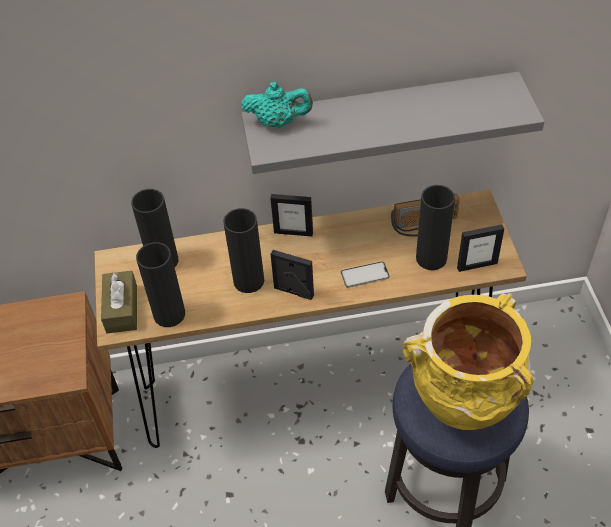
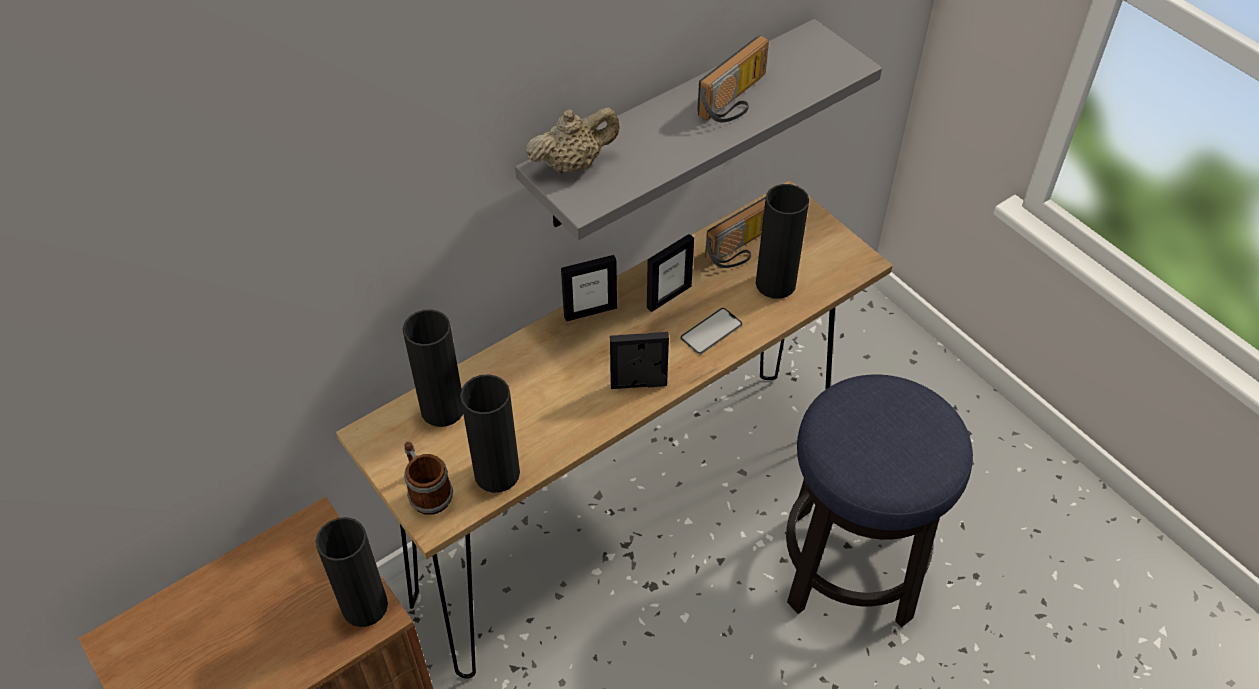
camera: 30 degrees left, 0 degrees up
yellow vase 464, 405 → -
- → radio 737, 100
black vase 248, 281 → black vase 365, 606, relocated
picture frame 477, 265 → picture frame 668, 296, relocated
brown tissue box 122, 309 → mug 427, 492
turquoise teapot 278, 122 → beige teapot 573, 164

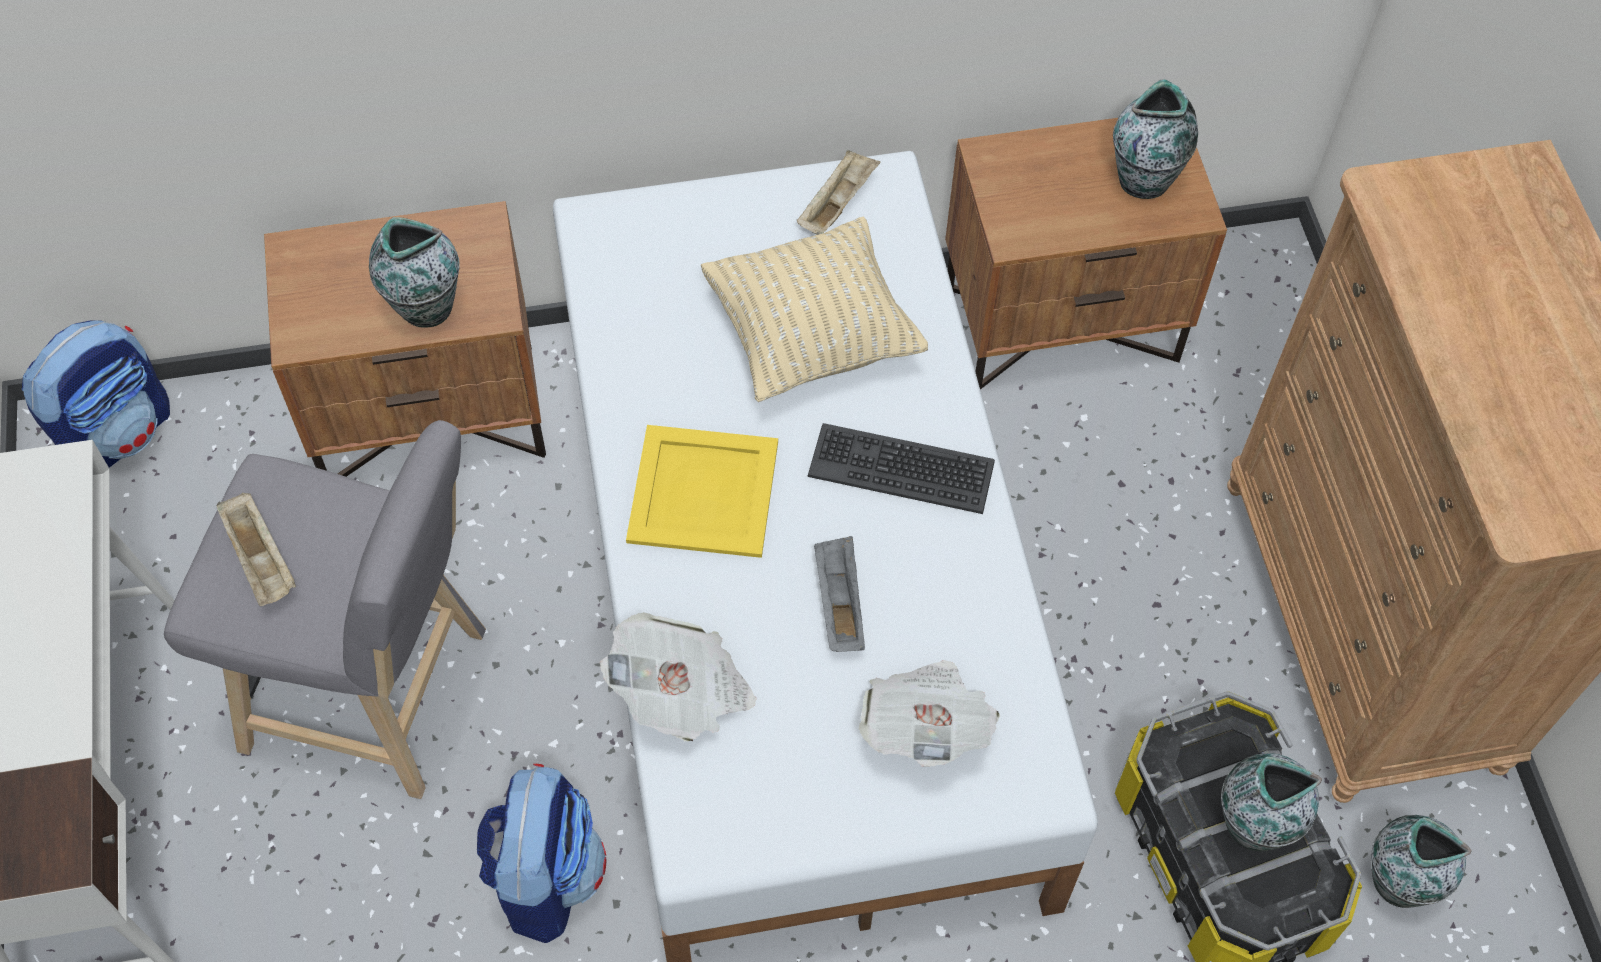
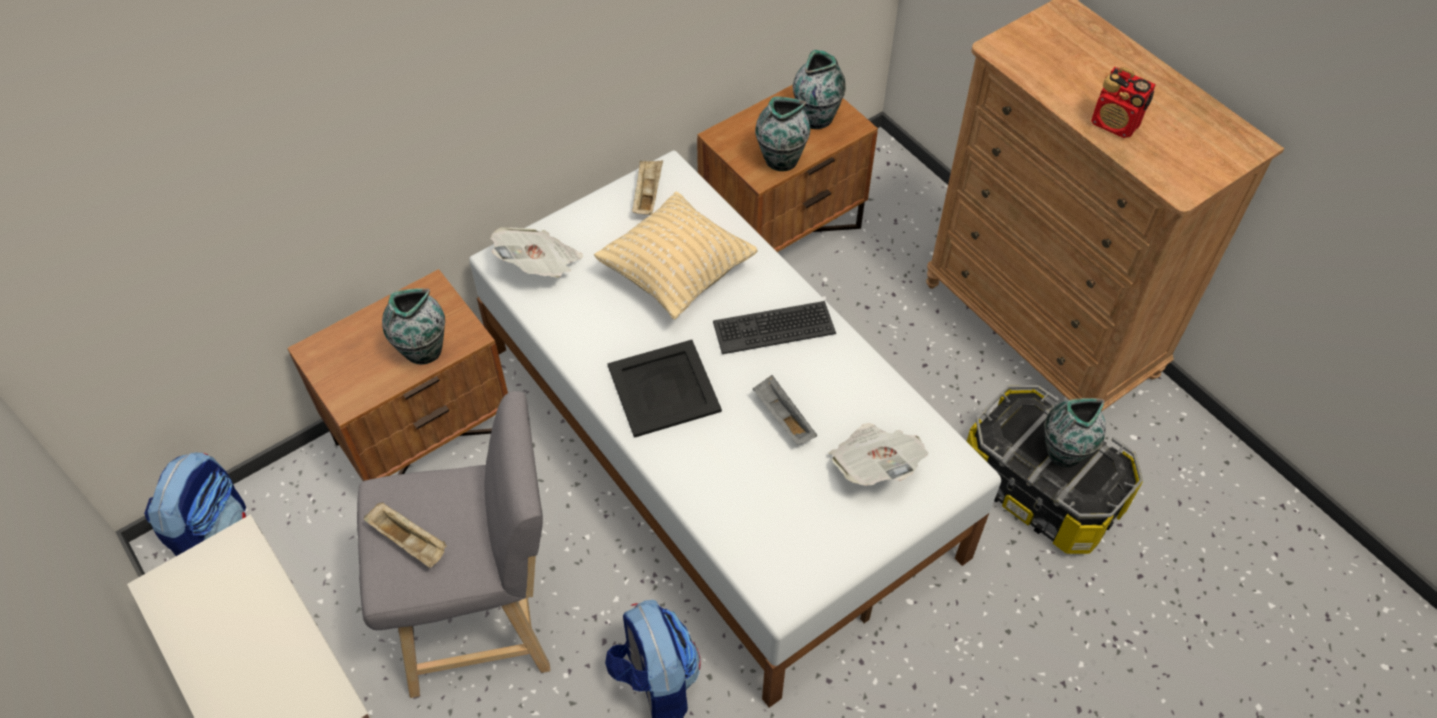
camera: 25 degrees left, 5 degrees down
- → radio 1115, 124
newspaper 682, 693 → newspaper 540, 266, relocated
vase 1397, 882 → vase 780, 160, relocated
yellow tray 704, 490 → black tray 664, 387

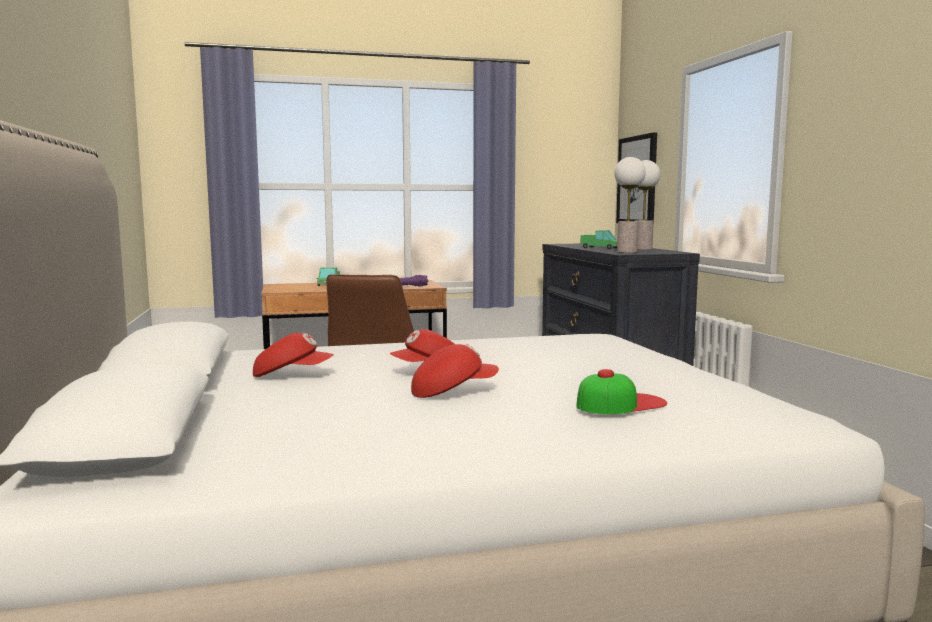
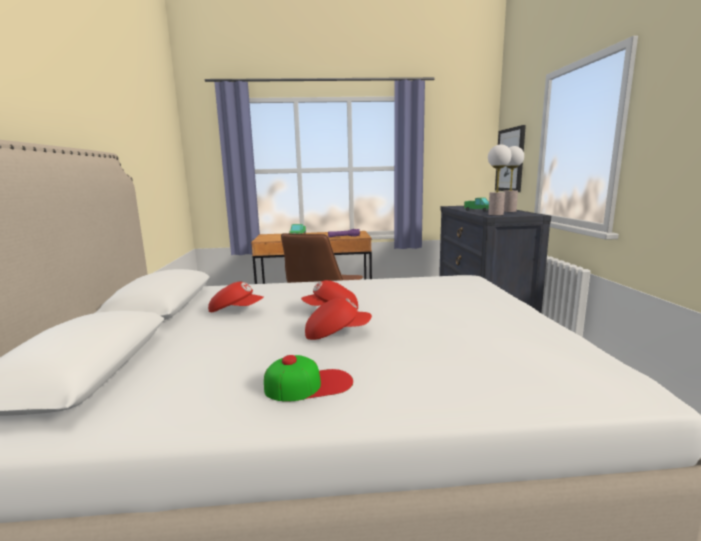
camera: 10 degrees right, 5 degrees up
cap 621, 403 → cap 309, 384, relocated

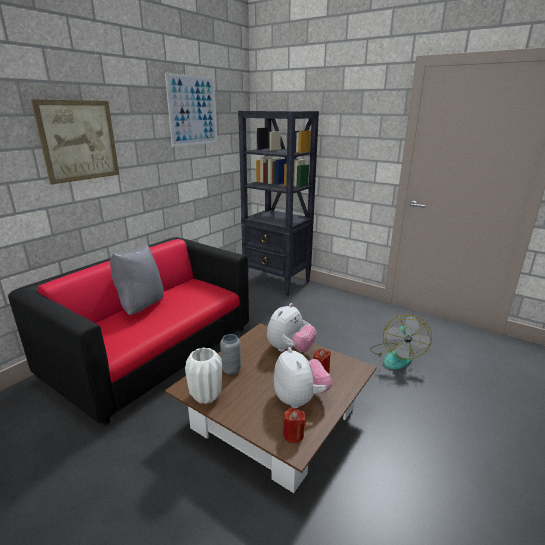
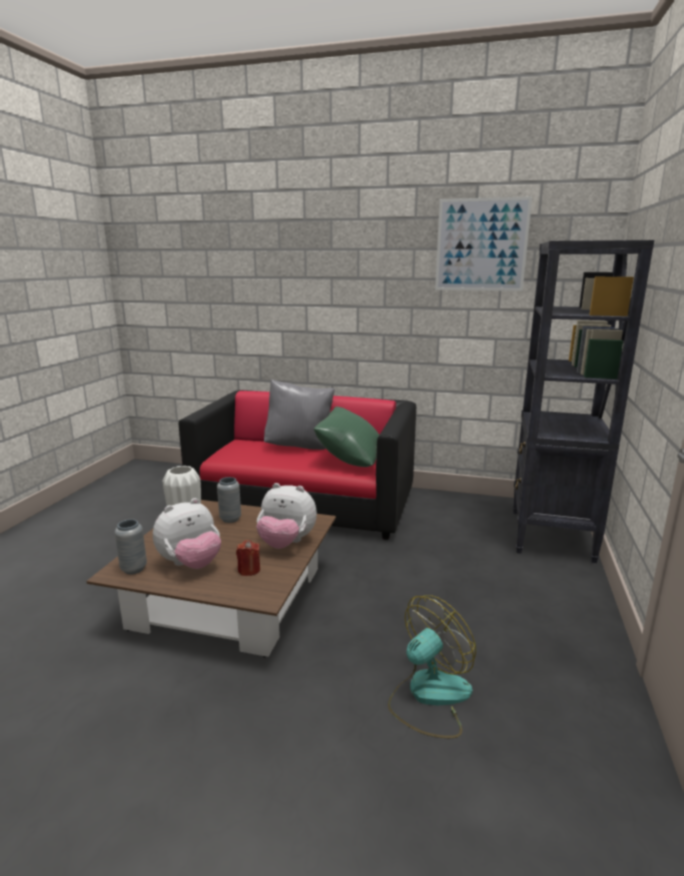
camera: 70 degrees right, 5 degrees down
picture 79, 141 → -
- → green pillow 351, 460
red candle 293, 434 → grey vase 134, 569
fan 396, 356 → fan 429, 696, 150 degrees clockwise

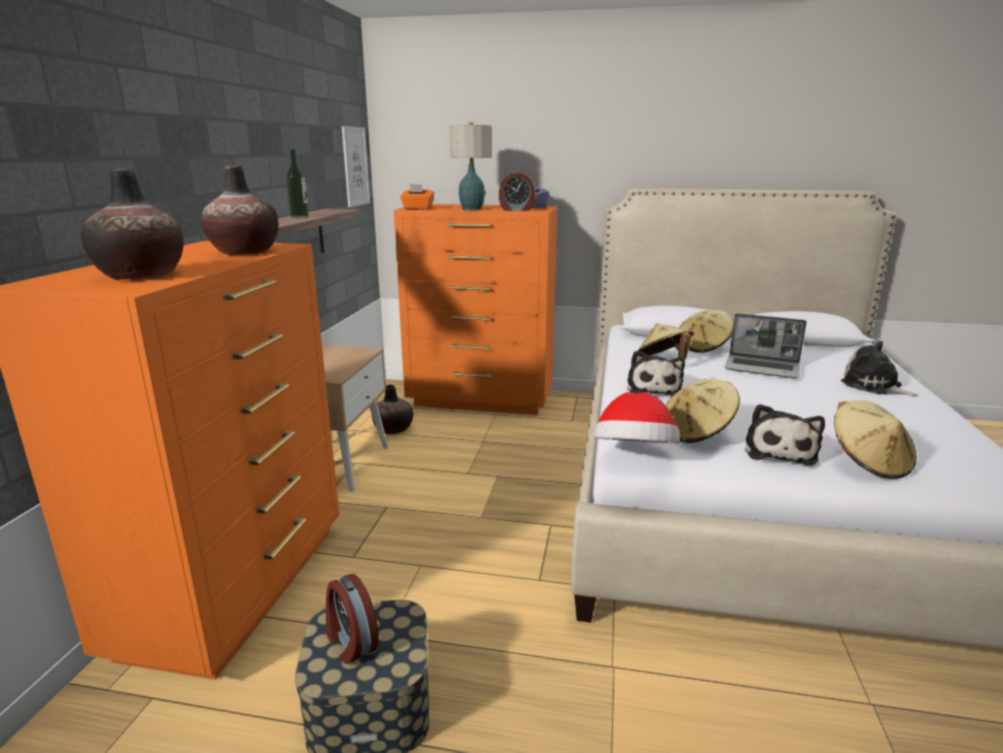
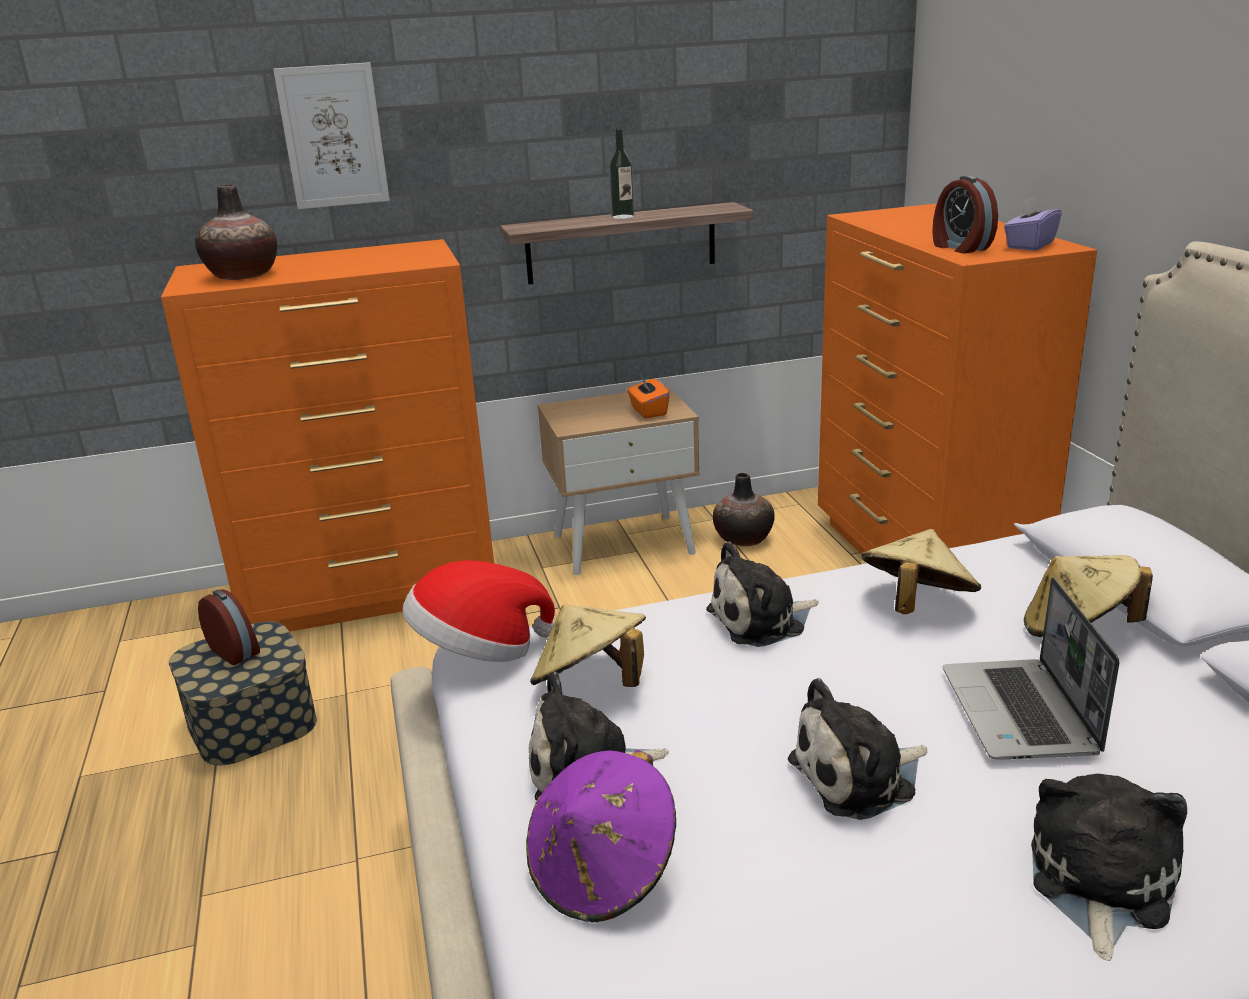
camera: 65 degrees right, 5 degrees up
vase 244, 252 → -
table lamp 472, 209 → -
- → plush toy 859, 777
picture 355, 166 → picture 333, 136, relocated
orange tissue box 417, 208 → orange tissue box 648, 411, relocated
beige hat 868, 462 → purple hat 603, 872
alarm clock 350, 642 → alarm clock 235, 651, 105 degrees clockwise

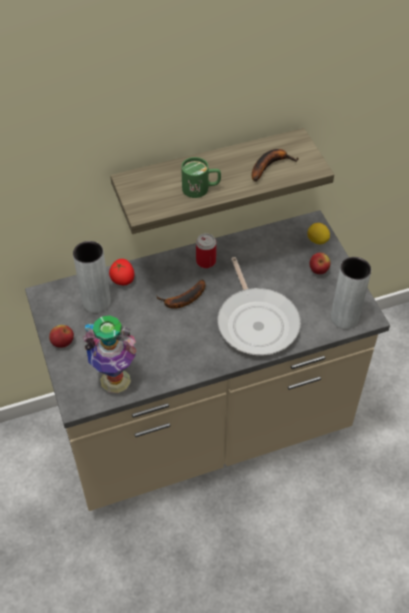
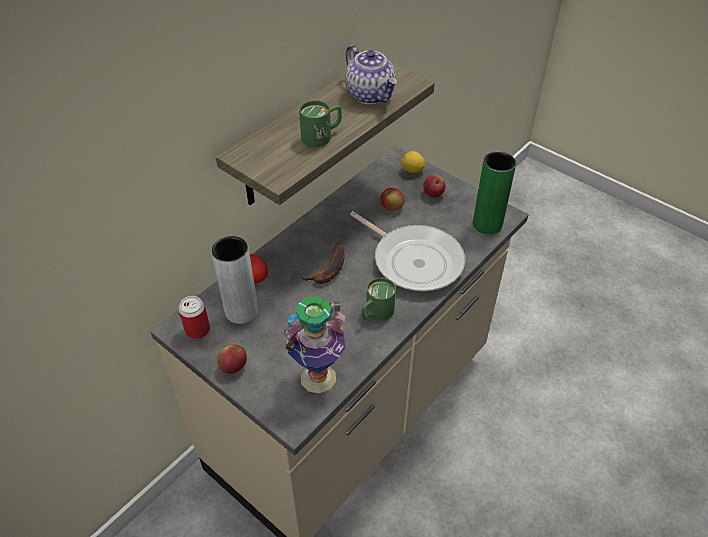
camera: 30 degrees left, 5 degrees down
- → green mug 375, 313
- → apple 392, 208
can 206, 261 → can 197, 330, relocated
banana 270, 166 → teapot 371, 95
grey vase 344, 318 → green vase 487, 224

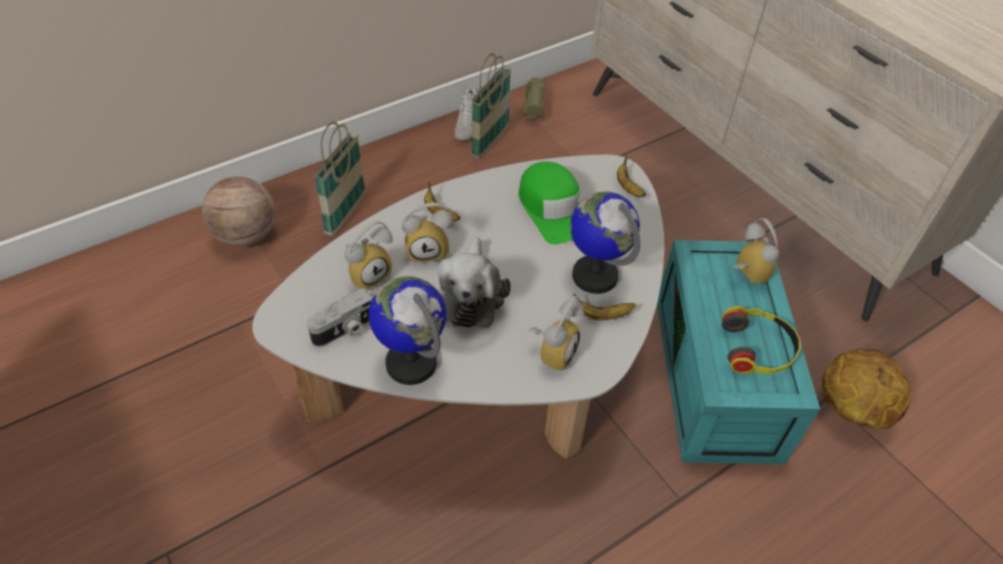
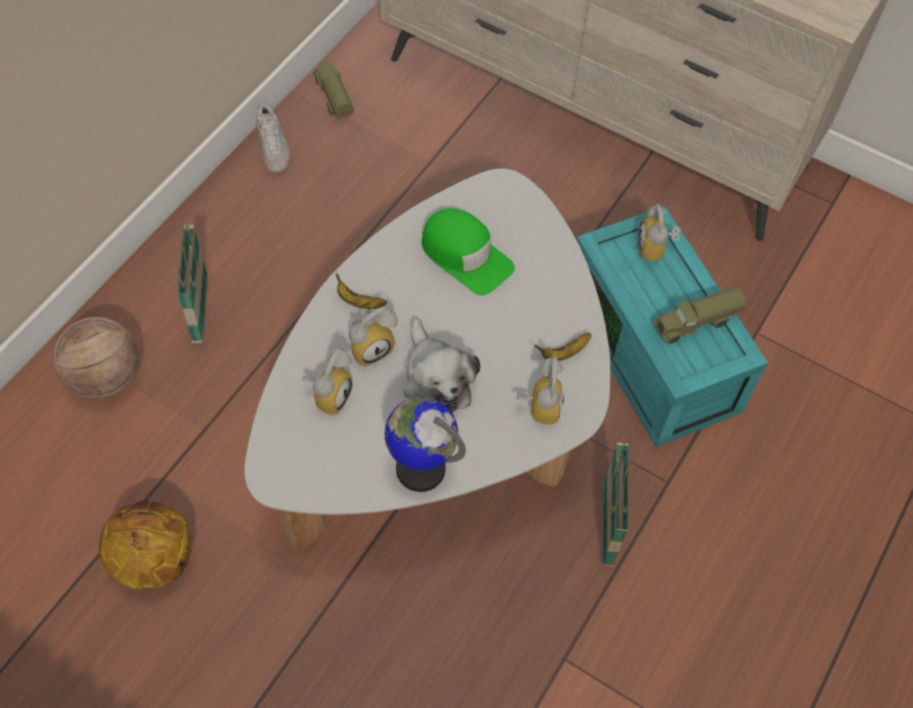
camera: 25 degrees left, 10 degrees up
photo camera 346, 329 → -
globe 595, 275 → -
banana 627, 187 → -
basket 490, 142 → basket 607, 525, relocated
basketball 850, 409 → basketball 152, 560, relocated
headphones 757, 348 → toy truck 696, 324
alarm clock 744, 274 → alarm clock 656, 250, 135 degrees counterclockwise

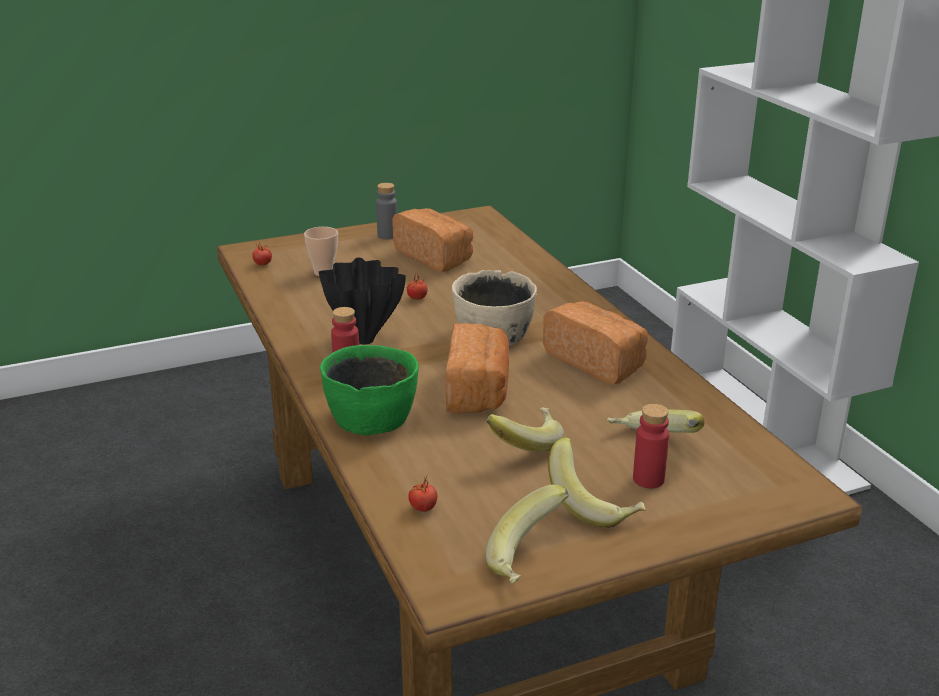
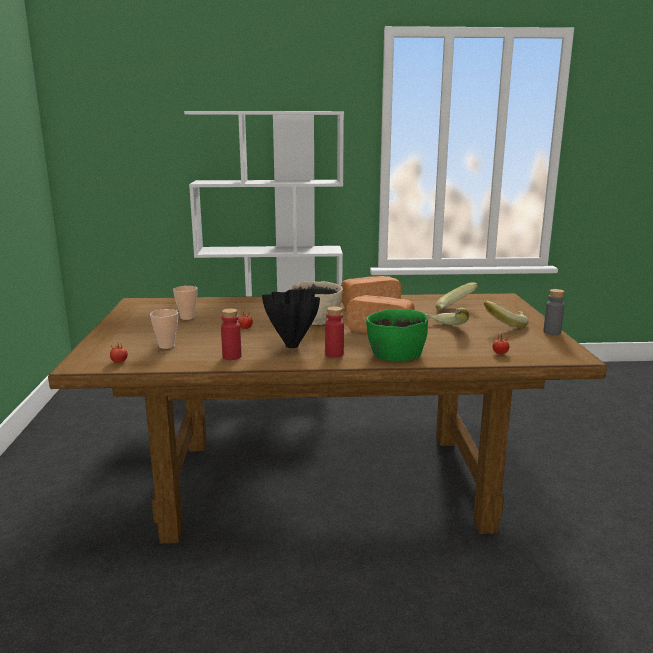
camera: 70 degrees left, 10 degrees down
banana 529, 559 → -
grey bottle 387, 235 → grey bottle 552, 332, relocated
red bottle 648, 479 → red bottle 232, 357, relocated
bread 435, 257 → cup 187, 318

